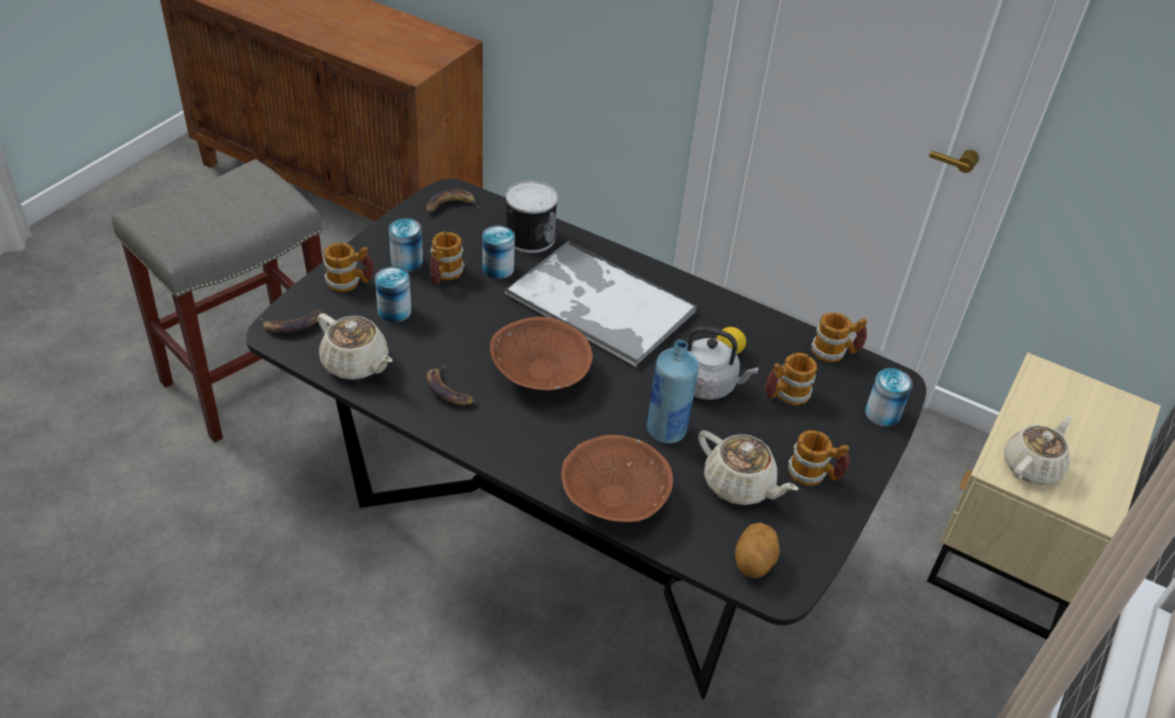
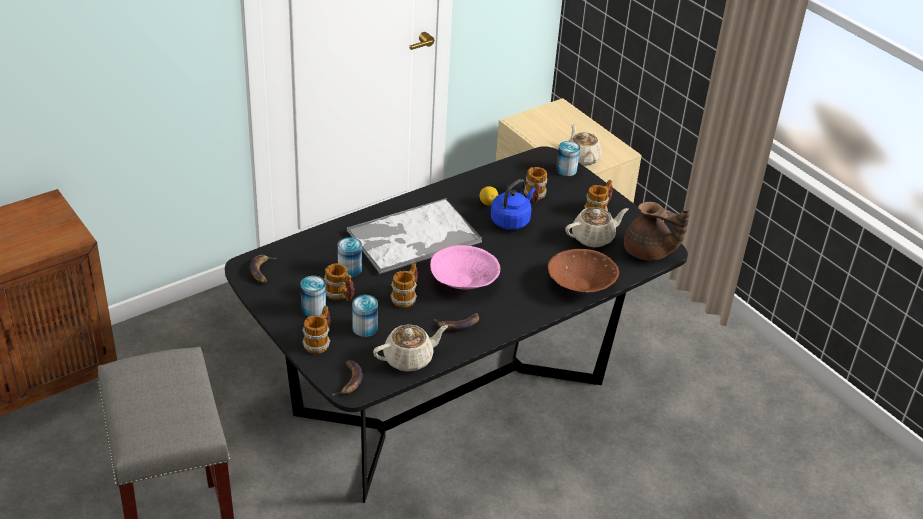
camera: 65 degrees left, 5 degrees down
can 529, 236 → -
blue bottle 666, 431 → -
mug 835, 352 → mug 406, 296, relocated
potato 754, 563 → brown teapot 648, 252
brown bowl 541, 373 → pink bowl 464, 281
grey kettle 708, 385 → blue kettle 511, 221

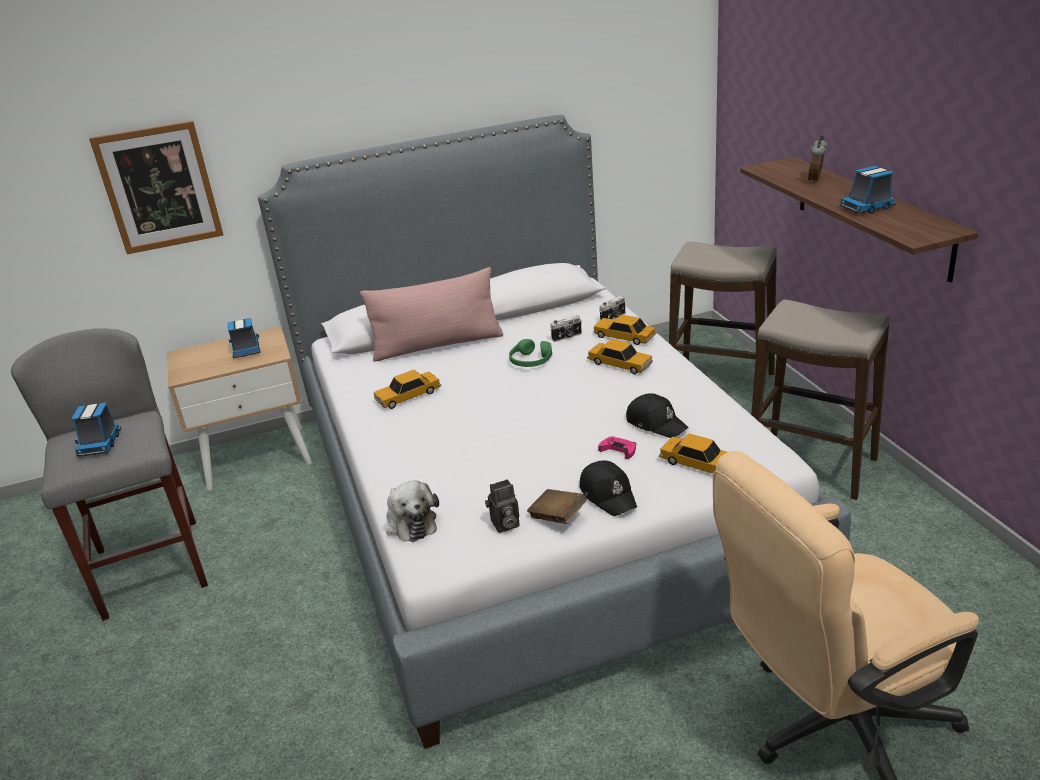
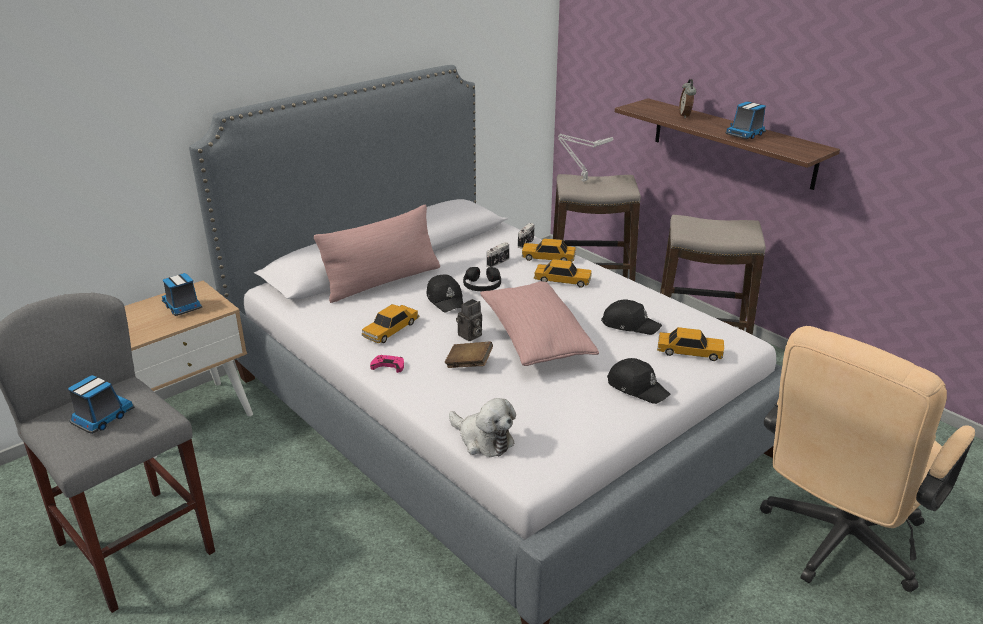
camera: 25 degrees left, 0 degrees up
picture 159, 188 → -
- → black cap 445, 299
- → pink pillow 535, 339
- → grey table lamp 582, 180
photo camera 504, 525 → photo camera 470, 336, relocated
brown book 557, 517 → brown book 469, 364, relocated
pink game controller 618, 450 → pink game controller 388, 366, relocated
green headphones 531, 361 → black headphones 482, 286
toy truck 100, 443 → toy truck 102, 418, 120 degrees counterclockwise

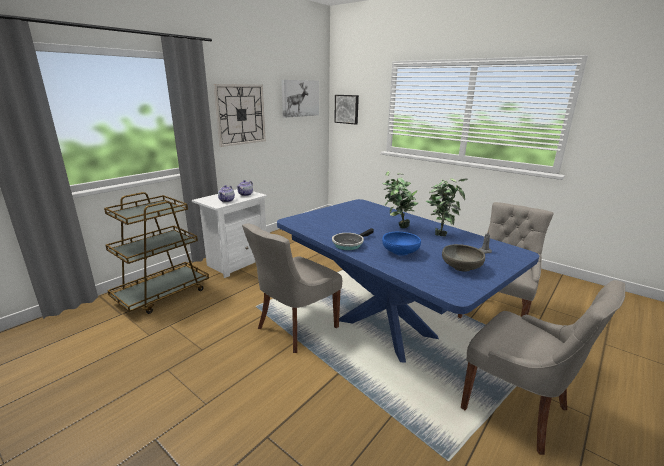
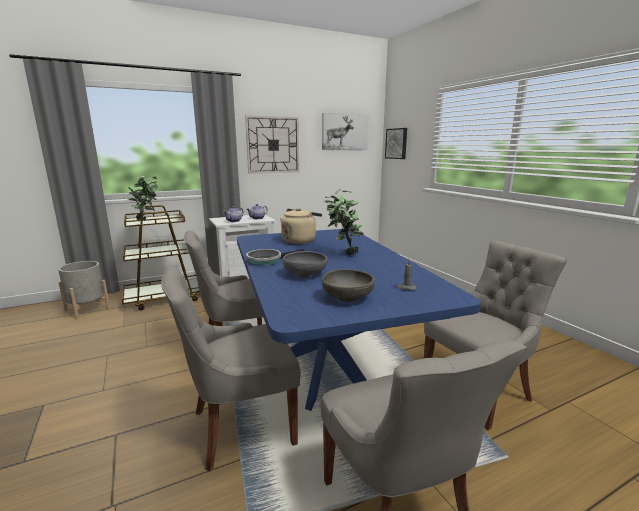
camera: 25 degrees right, 5 degrees down
- → grey planter 87, 309
- → grey chair 240, 427
- → beige kettle 300, 240
potted plant 441, 234 → potted plant 147, 220, relocated
blue bowl 400, 252 → grey bowl 305, 274

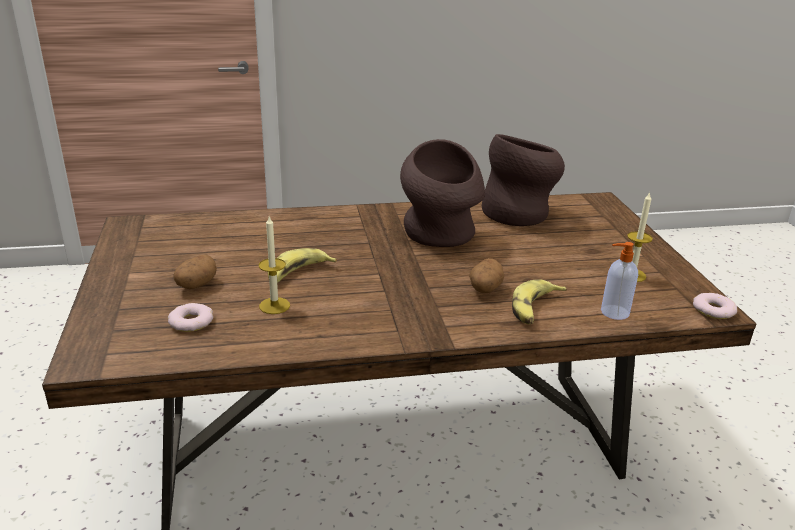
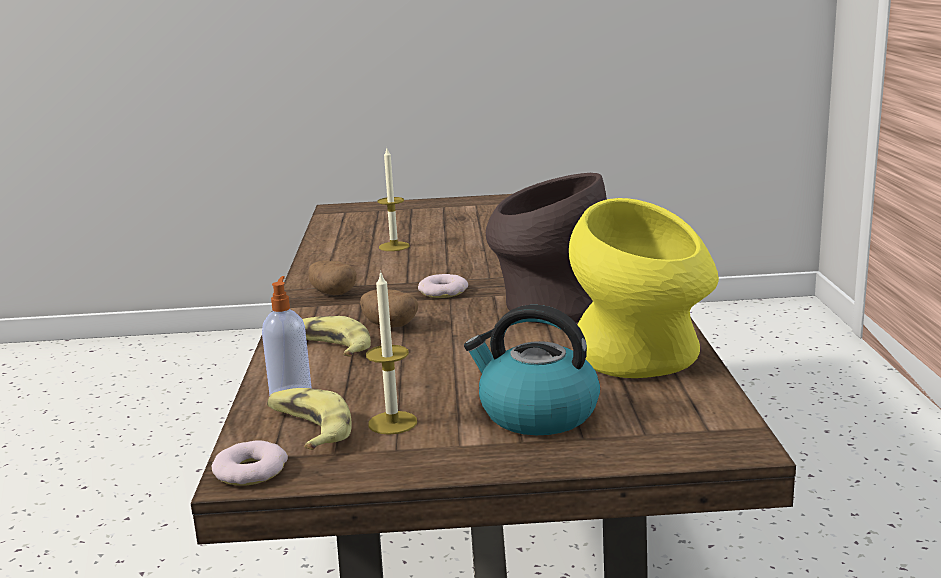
camera: 100 degrees right, 10 degrees down
- → kettle 536, 414
donut 191, 322 → donut 443, 291, relocated
potato 196, 285 → potato 333, 293, relocated
banana 297, 273 → banana 308, 429, relocated
brown vase 519, 213 → yellow vase 642, 361

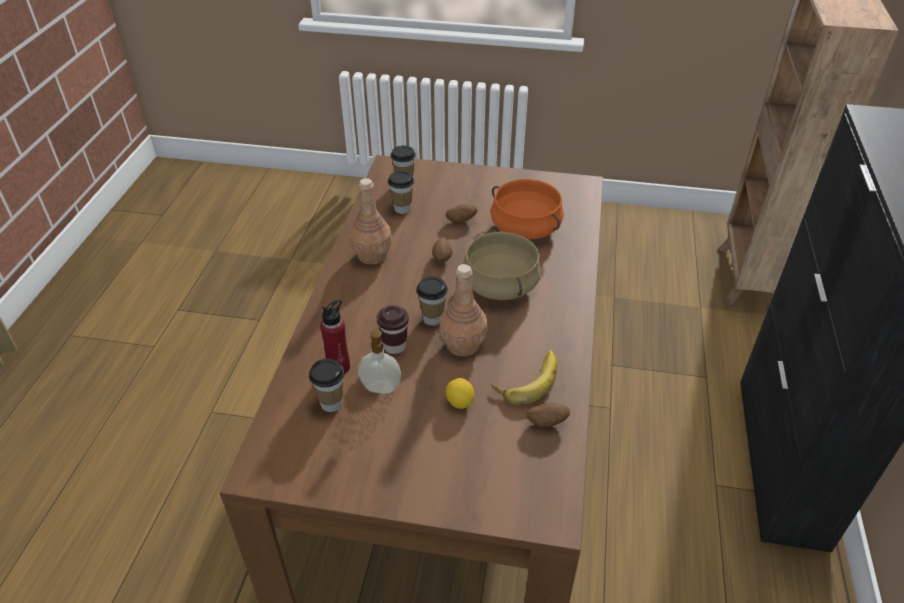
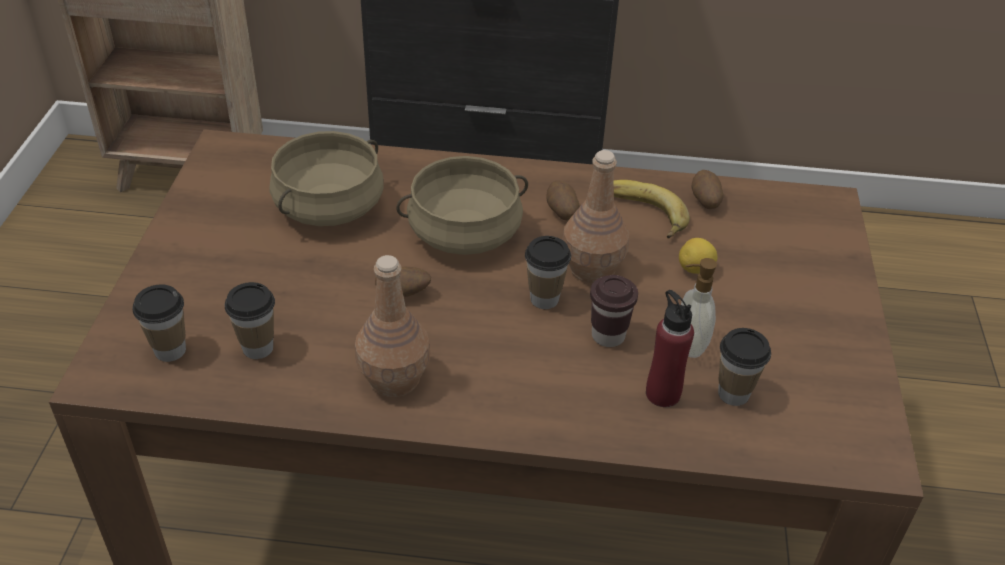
camera: 95 degrees left, 0 degrees up
potato 461, 221 → potato 561, 212, relocated
orange cooking pot 525, 228 → beige cooking pot 329, 207

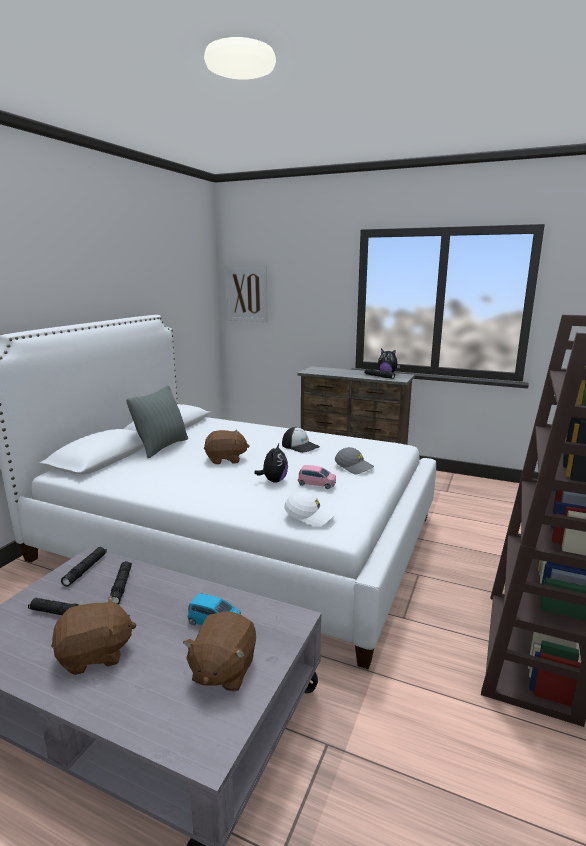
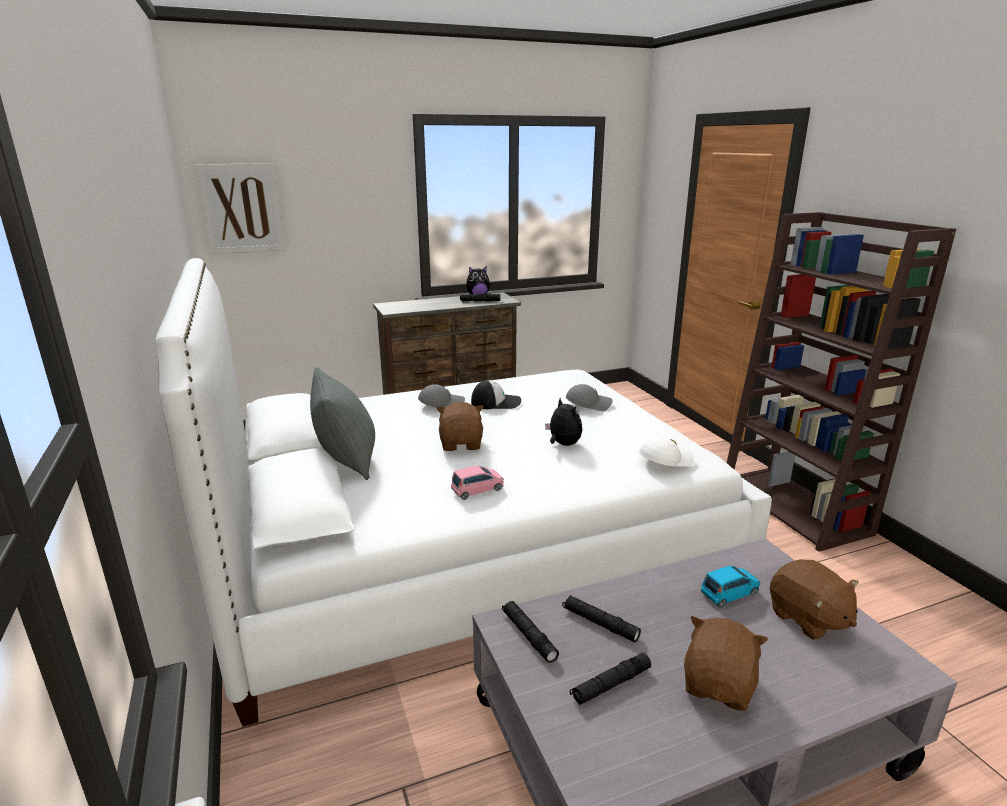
camera: 45 degrees left, 5 degrees up
- → grey cap 442, 404
pink toy car 317, 484 → pink toy car 477, 490, relocated
brown plush toy 226, 459 → brown plush toy 461, 444, 45 degrees counterclockwise

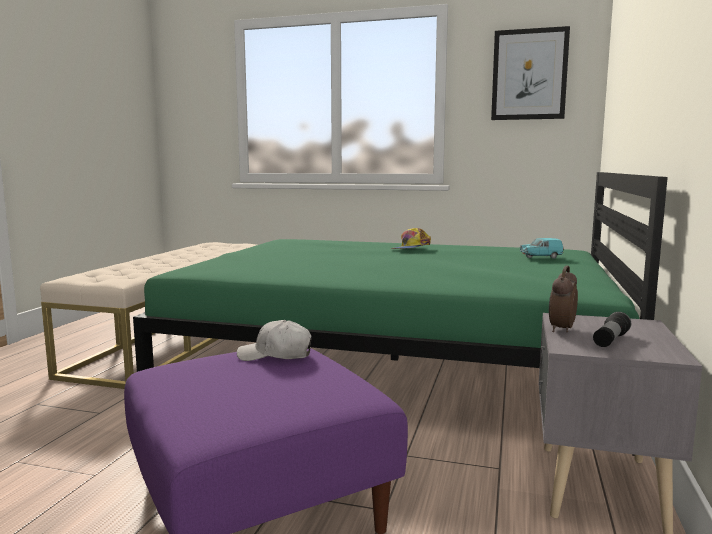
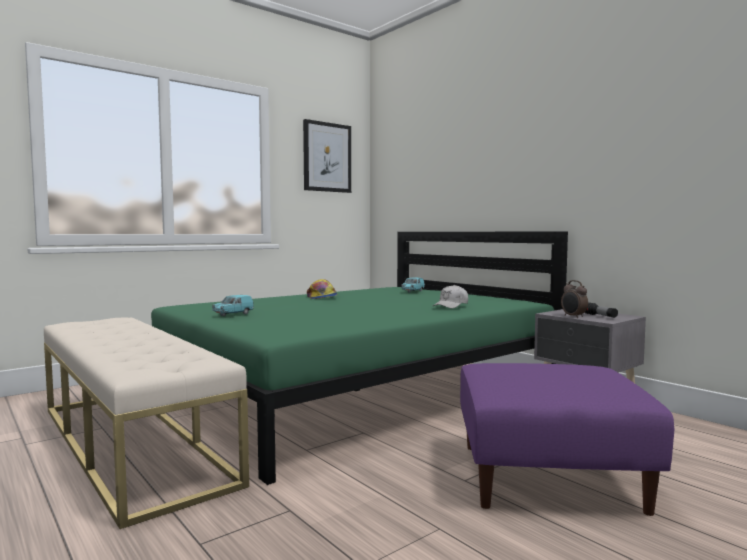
camera: 55 degrees left, 5 degrees down
- → turquoise toy car 233, 314
white cap 275, 355 → white cap 451, 305, relocated

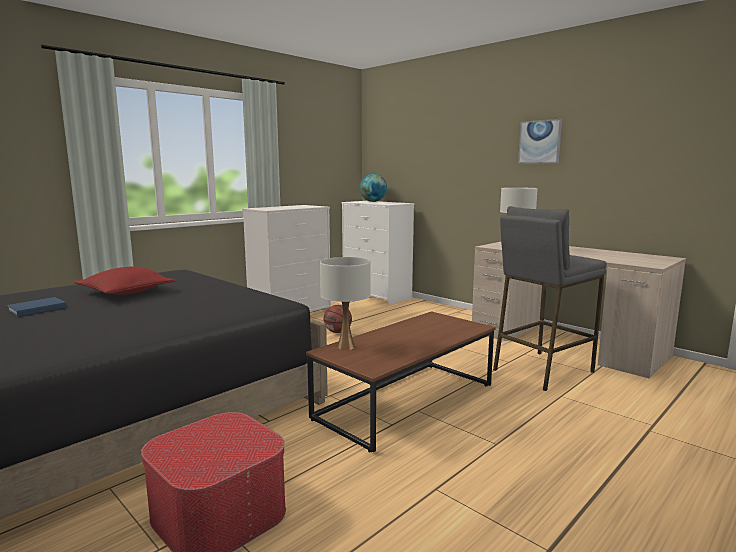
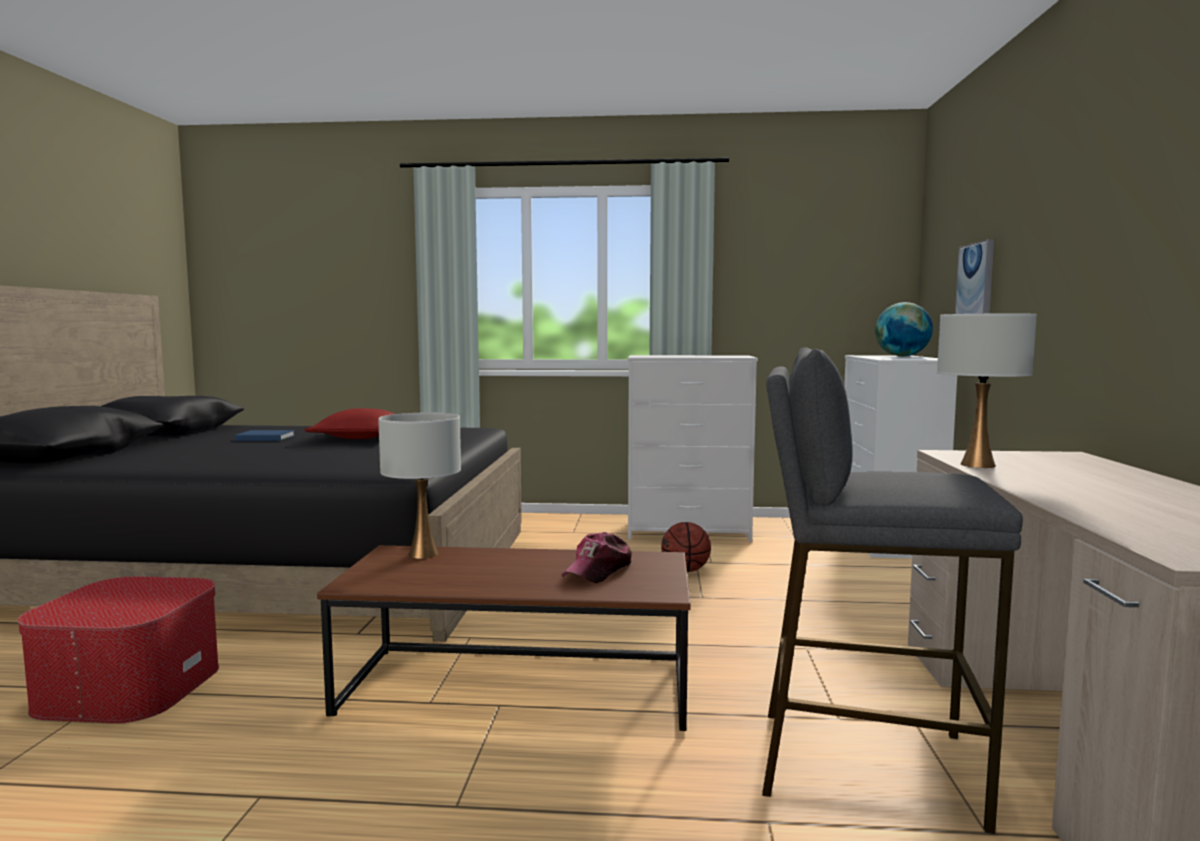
camera: 50 degrees right, 5 degrees down
- → cap 598, 570
picture 540, 142 → picture 976, 280, relocated

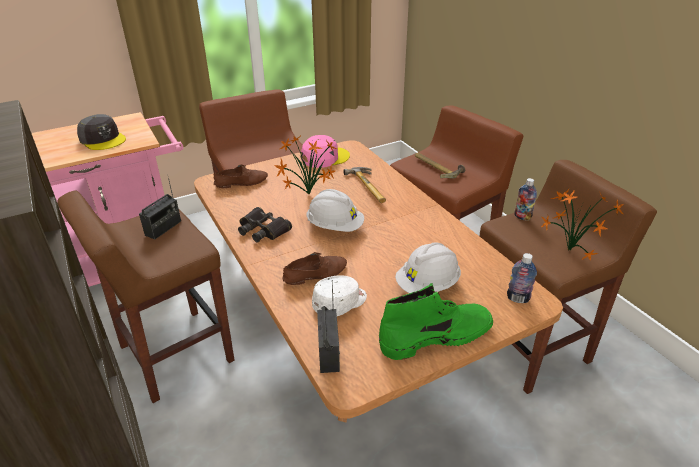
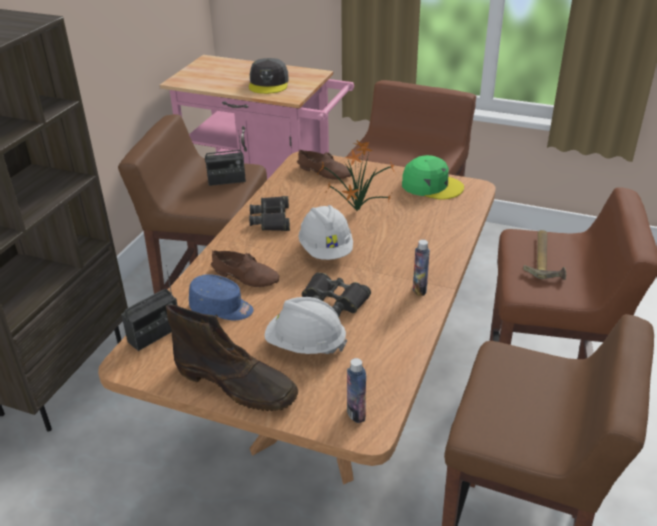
camera: 50 degrees right, 0 degrees up
hammer 370, 187 → -
potted plant 567, 249 → -
- → black binoculars 333, 301
bottle 522, 217 → bottle 419, 289, relocated
pink cap 324, 157 → green cap 431, 185
white cap 340, 303 → blue cap 221, 309
green boot 437, 336 → brown boot 237, 384

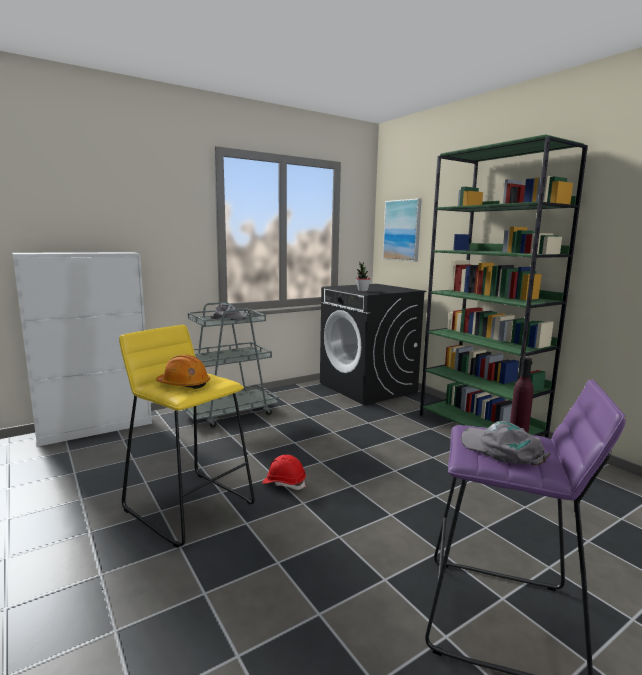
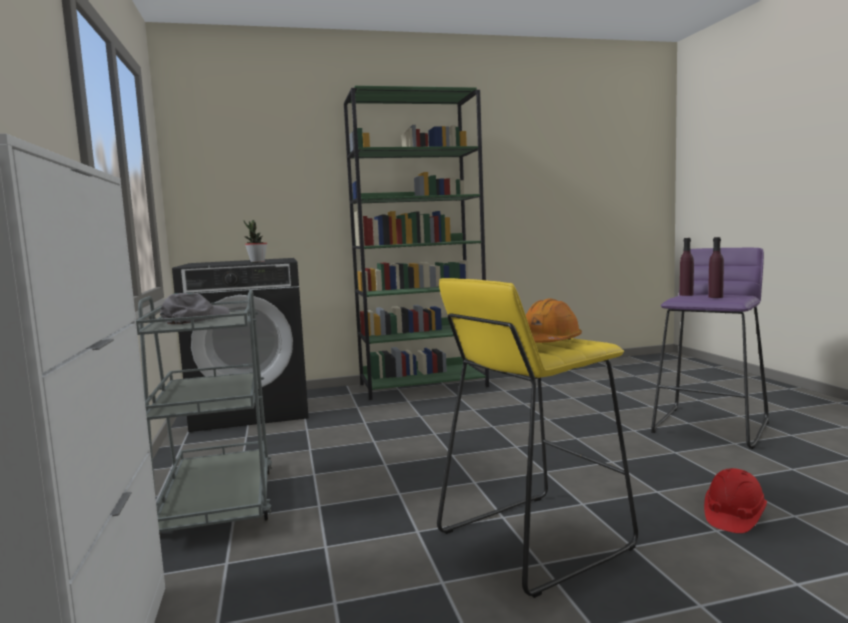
camera: 70 degrees left, 5 degrees down
picture 402, 230 → -
red hard hat 284, 483 → red hard hat 733, 517, relocated
grey cap 502, 450 → purple bottle 715, 297

